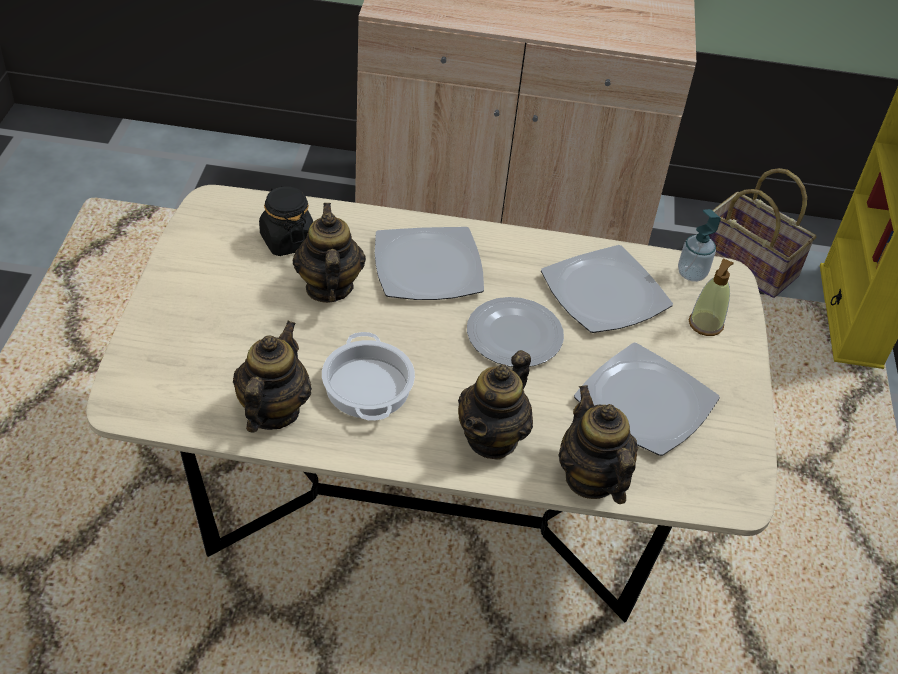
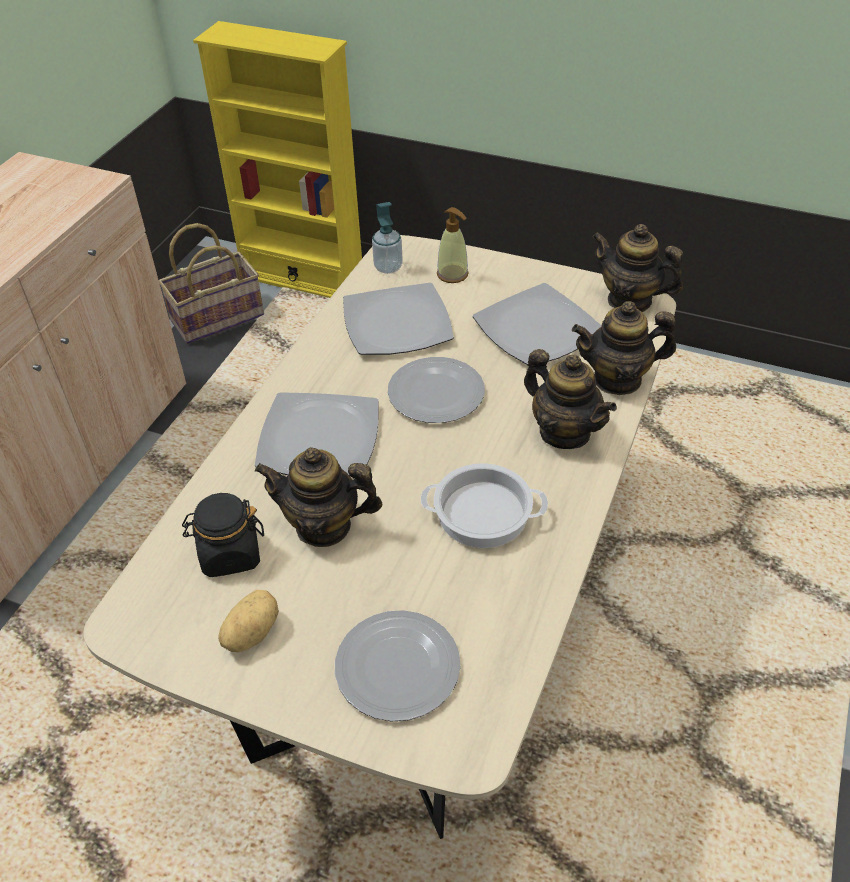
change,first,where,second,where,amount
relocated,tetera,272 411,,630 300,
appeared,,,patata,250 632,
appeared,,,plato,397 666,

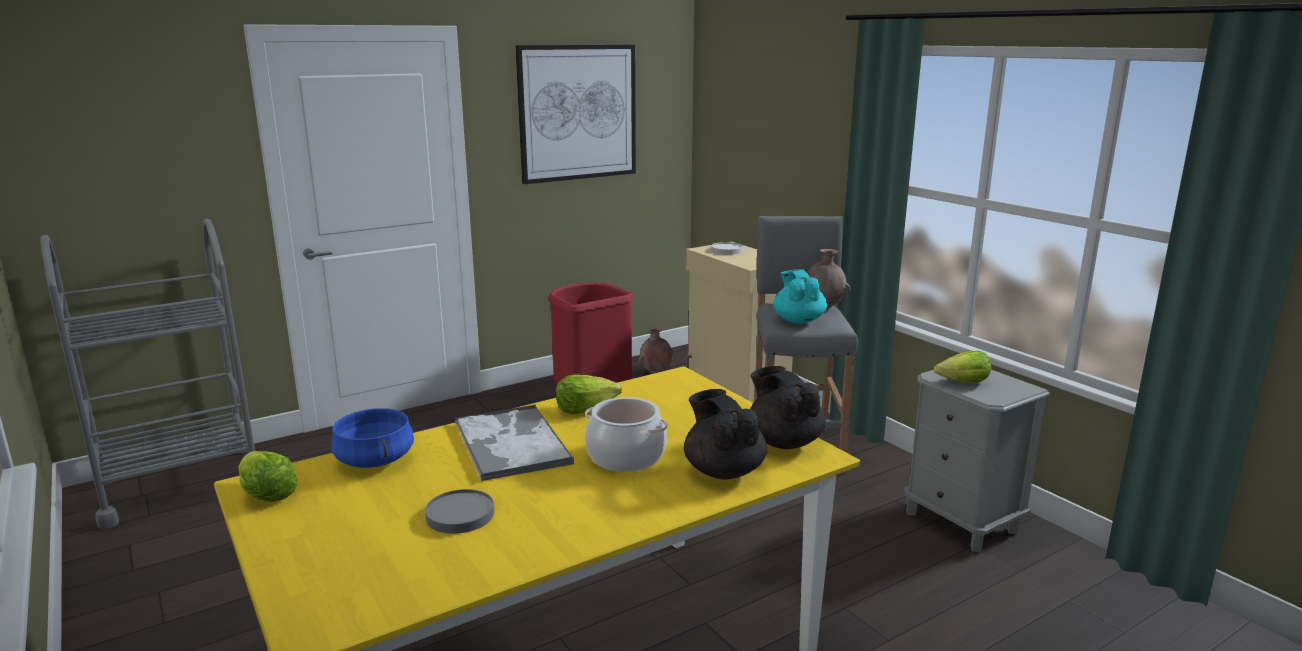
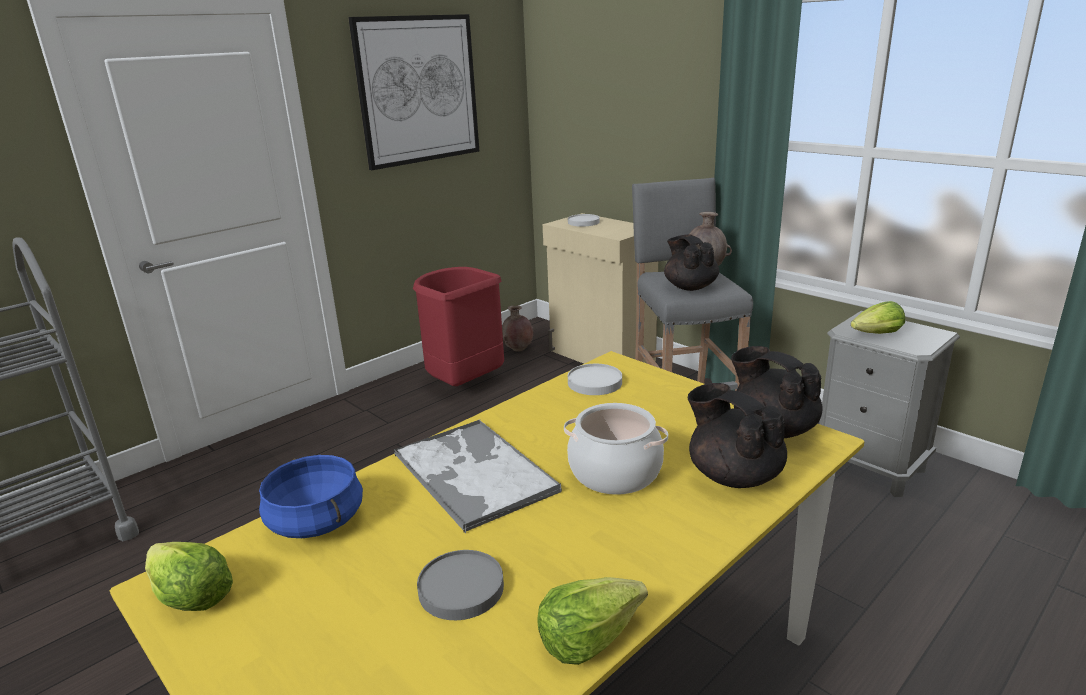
change,first,where,second,where,amount
relocated,lechuga,585 409,,588 637,
colour,tetera (turquesa),798 320,tetera (negro),690 287,
appeared,,,plato (blanco),595 382,

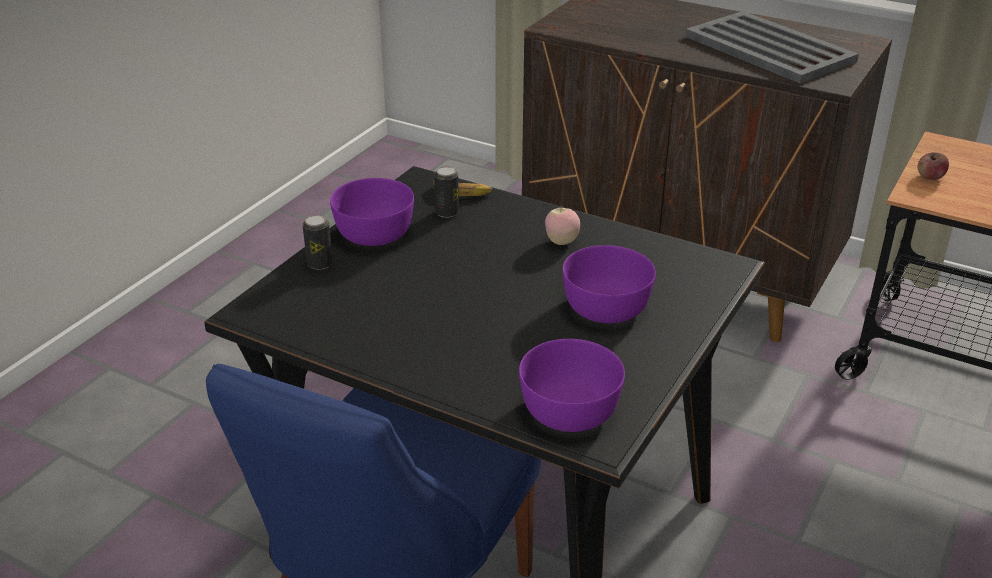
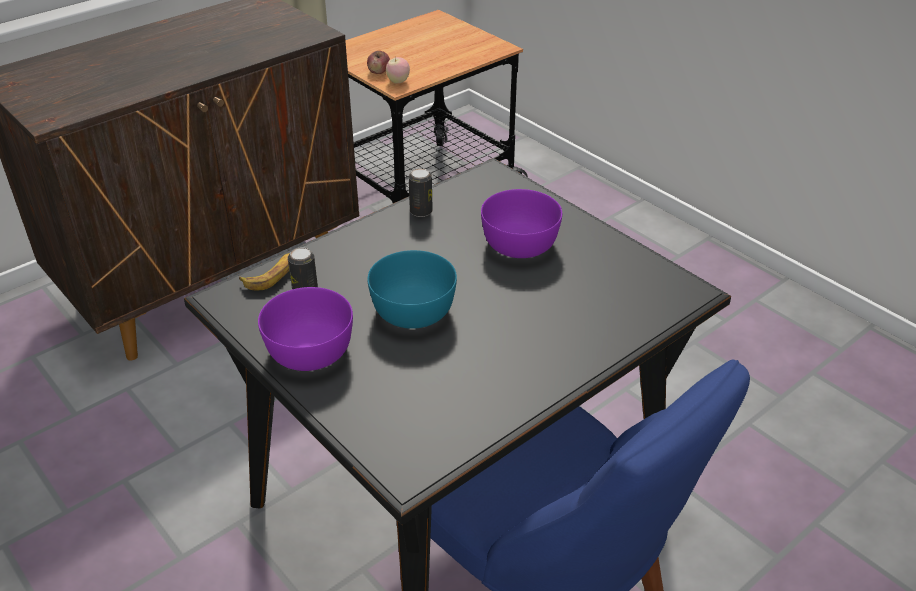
change,first,where,second,where,amount
relocated,lata,320 264,,421 211,
missing,cuenco (morado),570 409,,,
relocated,manzana,561 242,,398 81,
missing,bandeja (gris),770 49,,,
appeared,,,cuenco (turquesa),414 310,

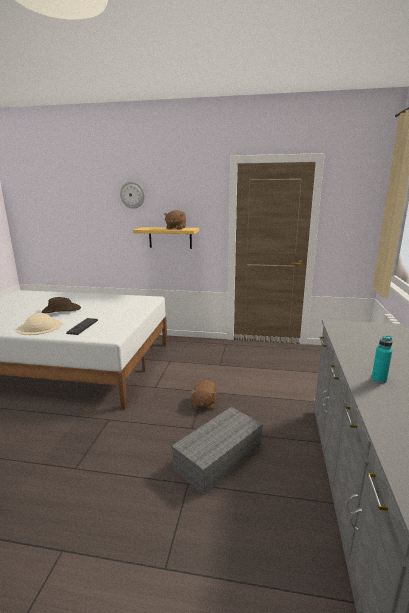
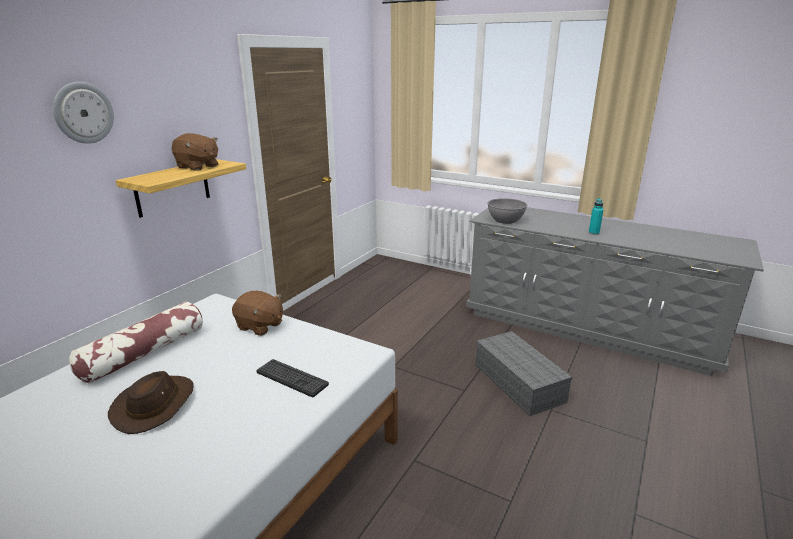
change,first,where,second,where,amount
missing,sombrero (beis),40 326,,,
relocated,peluche (marrón),204 403,,260 326,
appeared,,,cojín,144 353,
appeared,,,cuenco (gris),505 220,

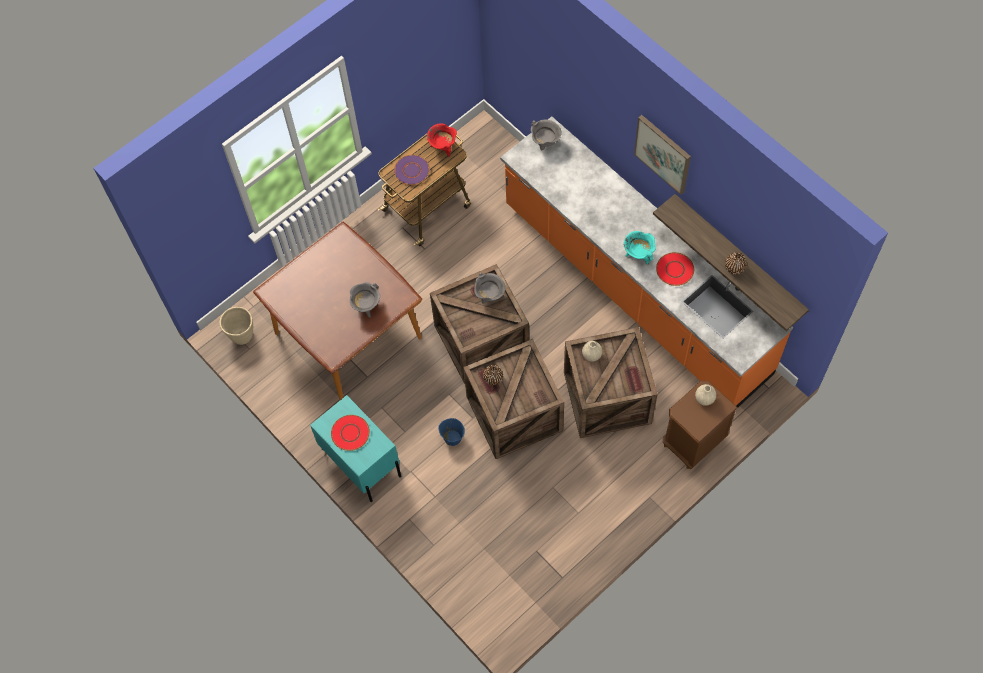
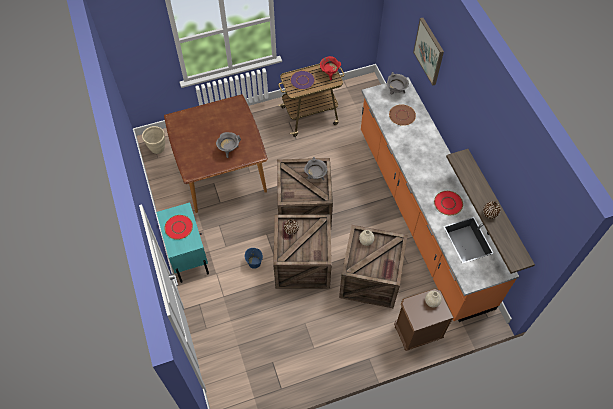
change,first,where,second,where,amount
missing,olla (turquesa),638 255,,,
relocated,cuadro,663 153,,429 51,
appeared,,,plato (marrón),402 115,

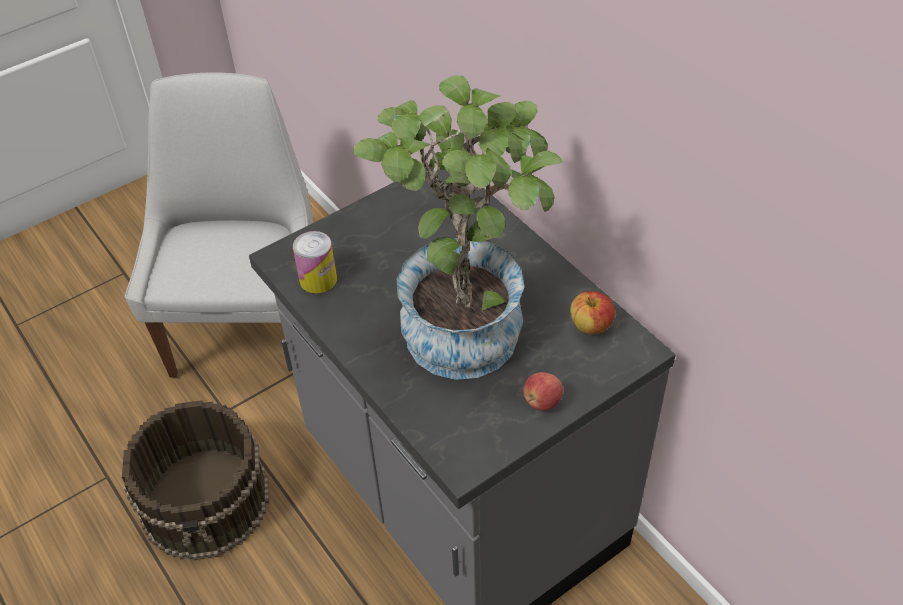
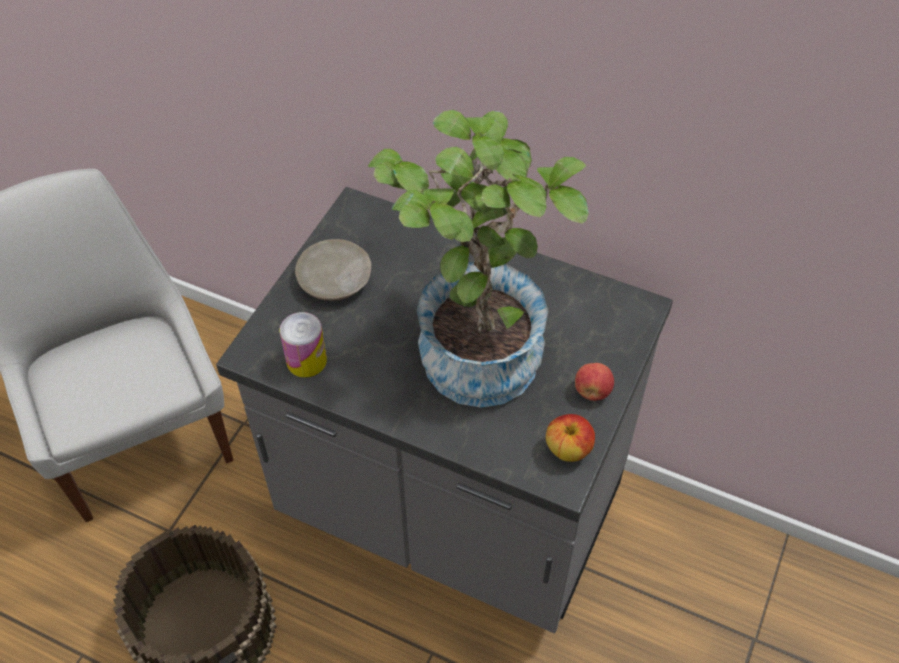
change,first,where,second,where,amount
relocated,manzana,590 326,,568 449,
appeared,,,plato (beis),334 279,

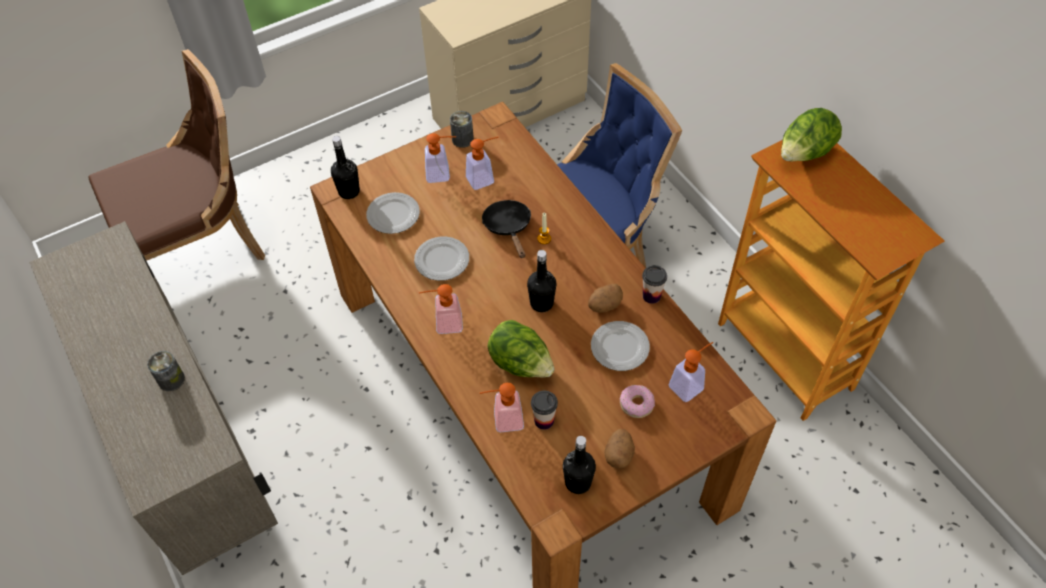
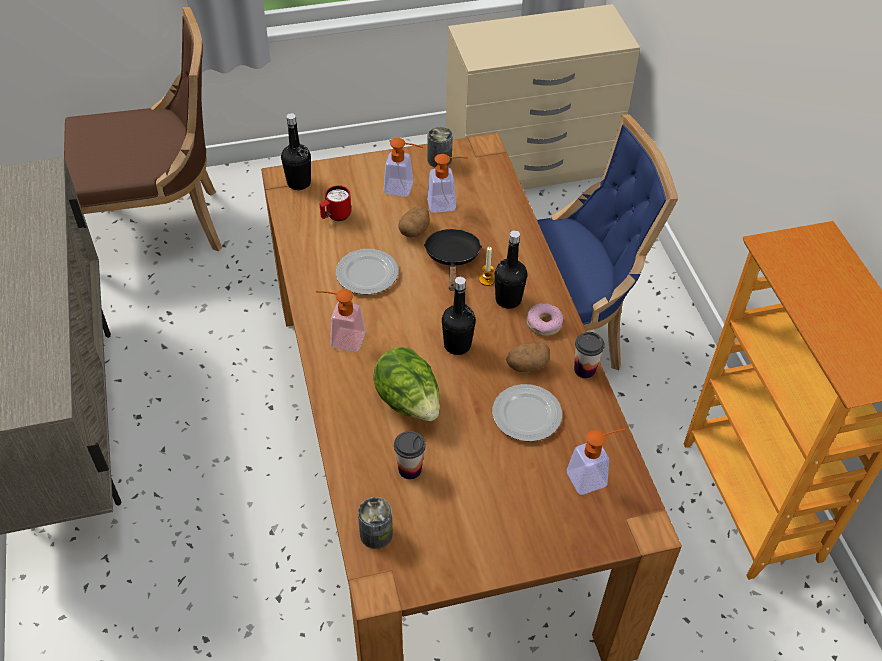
change,first,where,second,where,amount
relocated,lata,171 380,,376 534,
exchanged,plato,394 215,taza grande (rojo),335 216,
missing,dispensador de jabón,502 421,,,
relocated,botella (negro),578 482,,508 299,
relocated,patata,619 454,,414 230,
relocated,rosquilla,636 404,,544 323,
missing,lechuga,804 154,,,

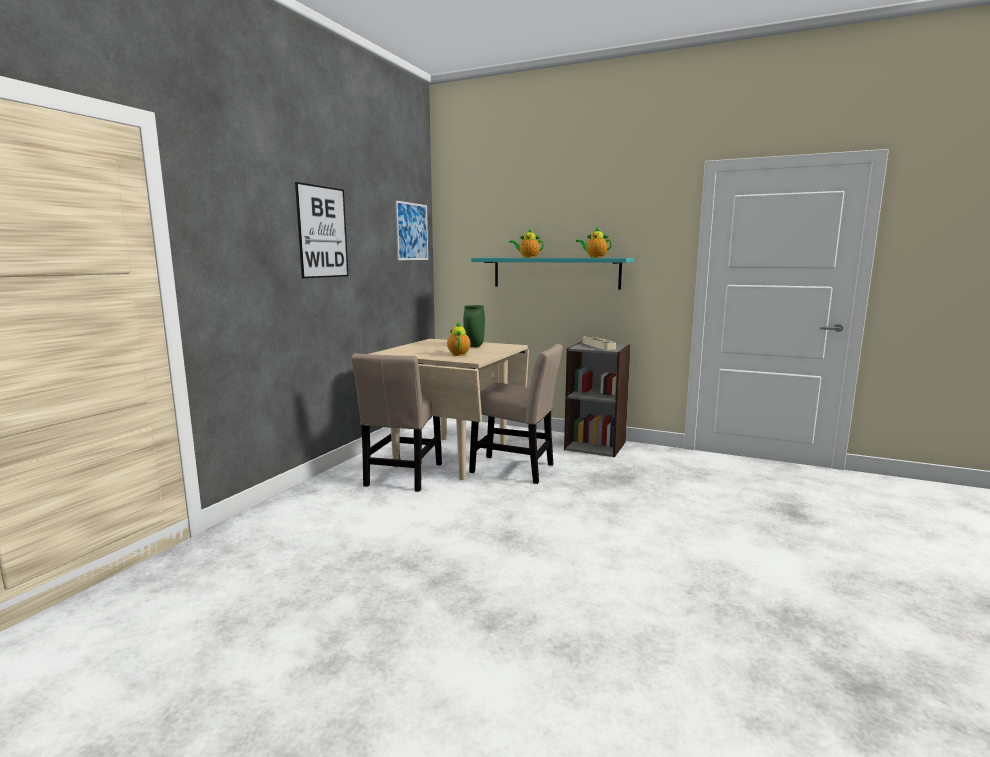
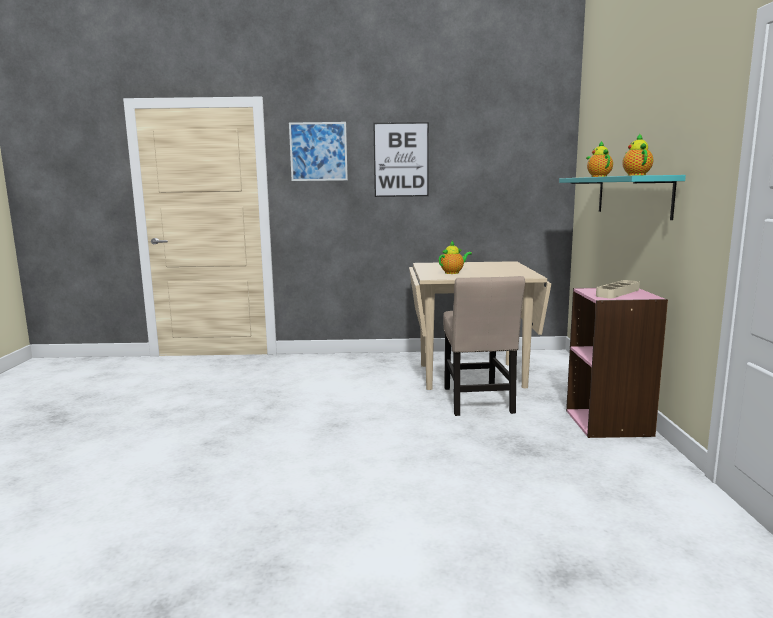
change,first,where,second,where,amount
missing,silla (beis),403 476,,,
relocated,cuadro,411 231,,318 151,
missing,florero (verde),474 346,,,
colour,estantería (gris),595 445,estantería (rosa),609 423,

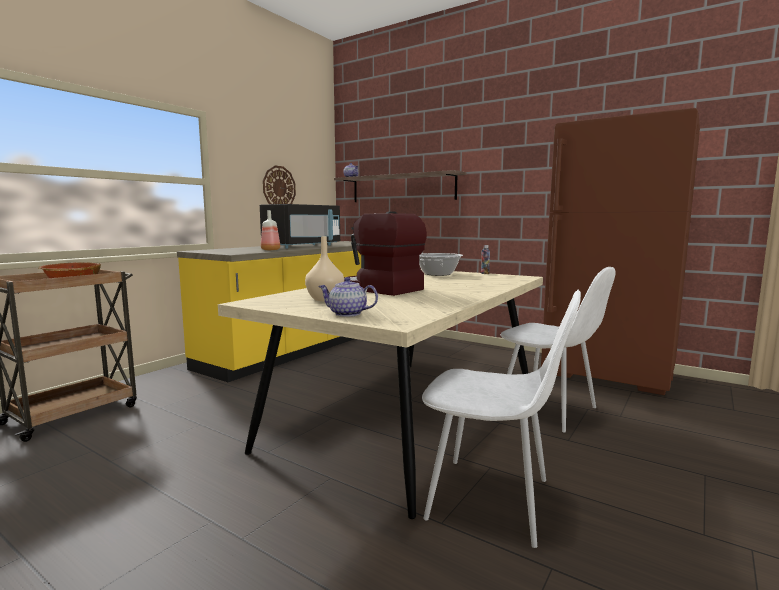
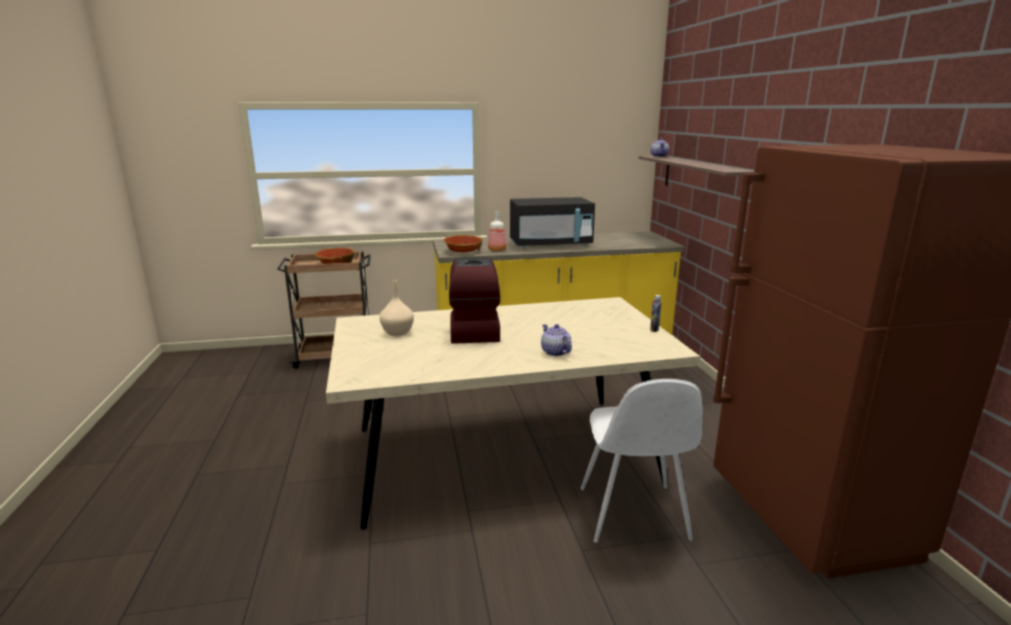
change,first,where,second,where,amount
missing,reloj de pared,279 187,,,
relocated,tetera,347 314,,555 352,
missing,olla,438 274,,,
missing,silla (blanco),493 500,,,
appeared,,,cuenco,463 251,

